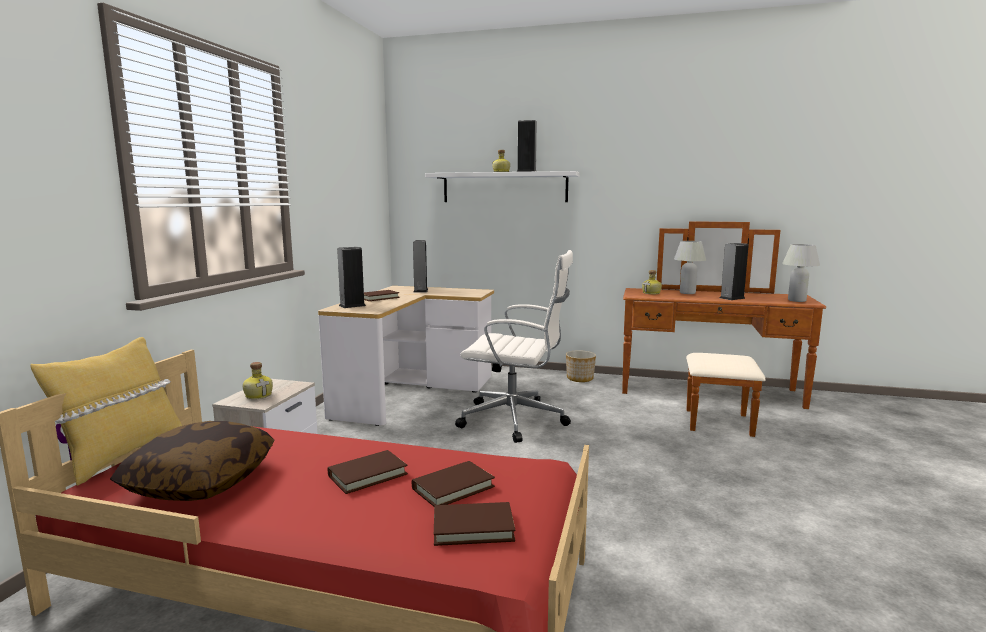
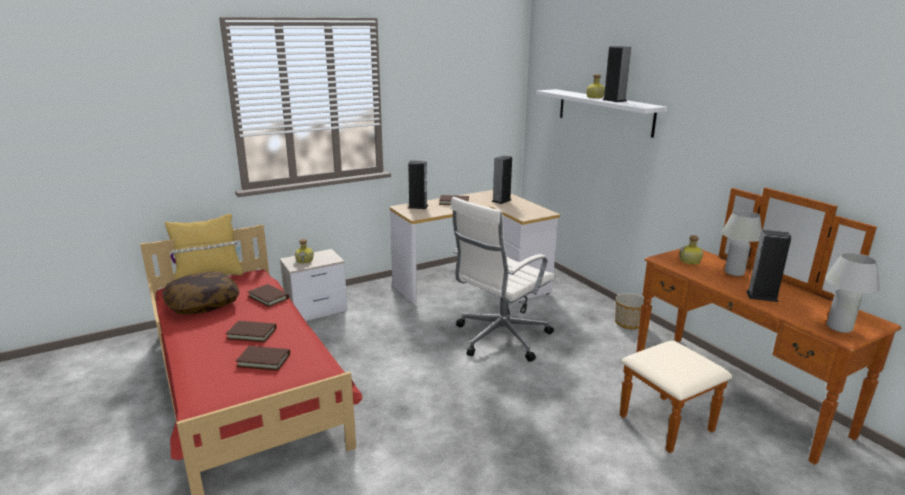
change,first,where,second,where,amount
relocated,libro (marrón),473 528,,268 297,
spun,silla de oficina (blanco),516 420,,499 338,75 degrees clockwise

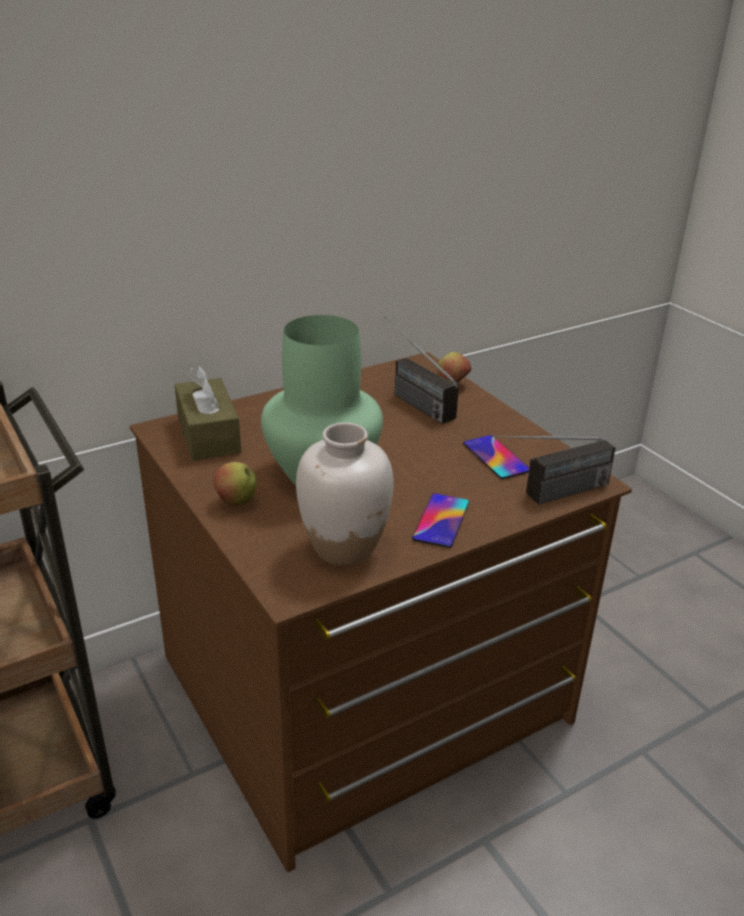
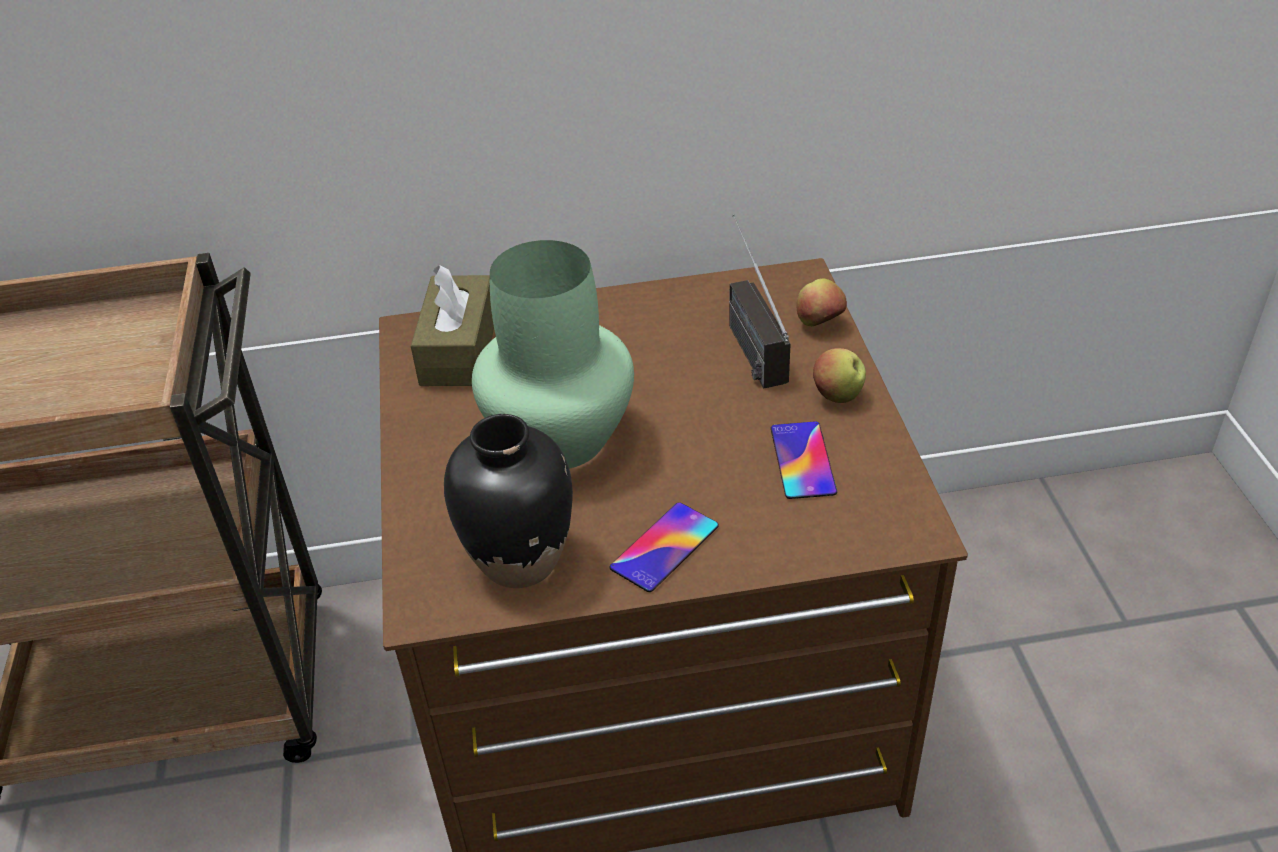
change,first,where,second,where,amount
relocated,manzana,236 502,,837 396,
colour,florero (blanco),344 548,florero (negro),520 560,
missing,radio,549 496,,,

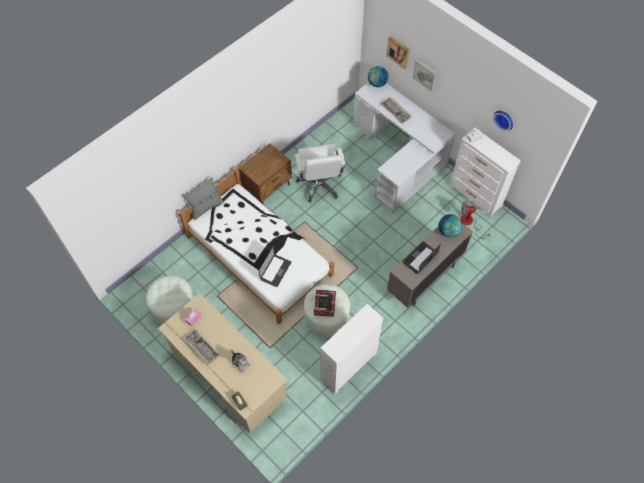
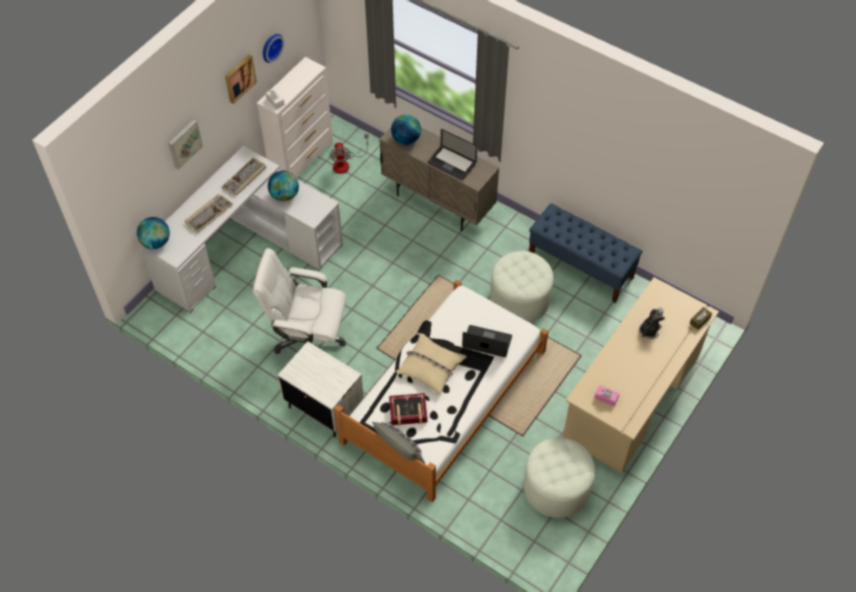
change,first,where,second,where,amount
relocated,teclado,201 347,,244 178,
colour,mesita de noche (marrón),267 188,mesita de noche (blanco),324 407,
spun,silla de oficina (blanco),320 184,,308 339,150 degrees counterclockwise
relocated,libro,324 304,,408 412,
exchanged,cómoda (blanco),348 367,banco (azul),581 267,
relocated,cuadro,398 52,,239 78,
appeared,,,globo terráqueo,284 195,
appeared,,,cojín (beis),430 367,

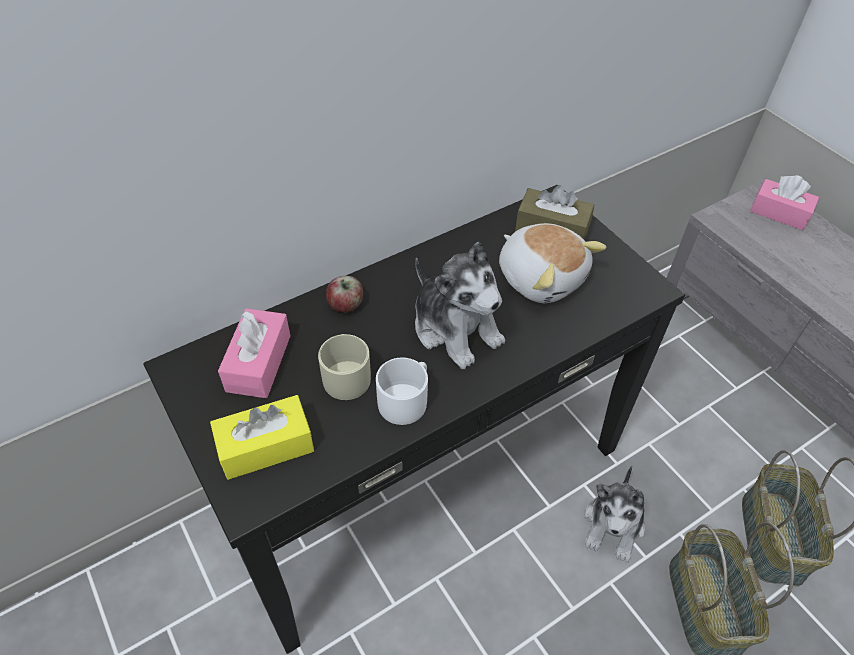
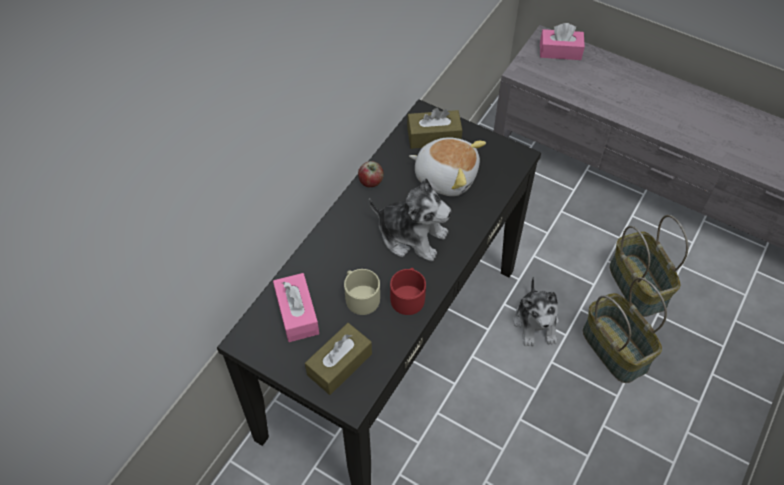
change,first,where,second,where,amount
colour,caja de pañuelos (amarillo),266 446,caja de pañuelos (marrón),339 364,
relocated,manzana,346 305,,371 182,
colour,taza grande (blanco),406 399,taza grande (rojo),408 296,

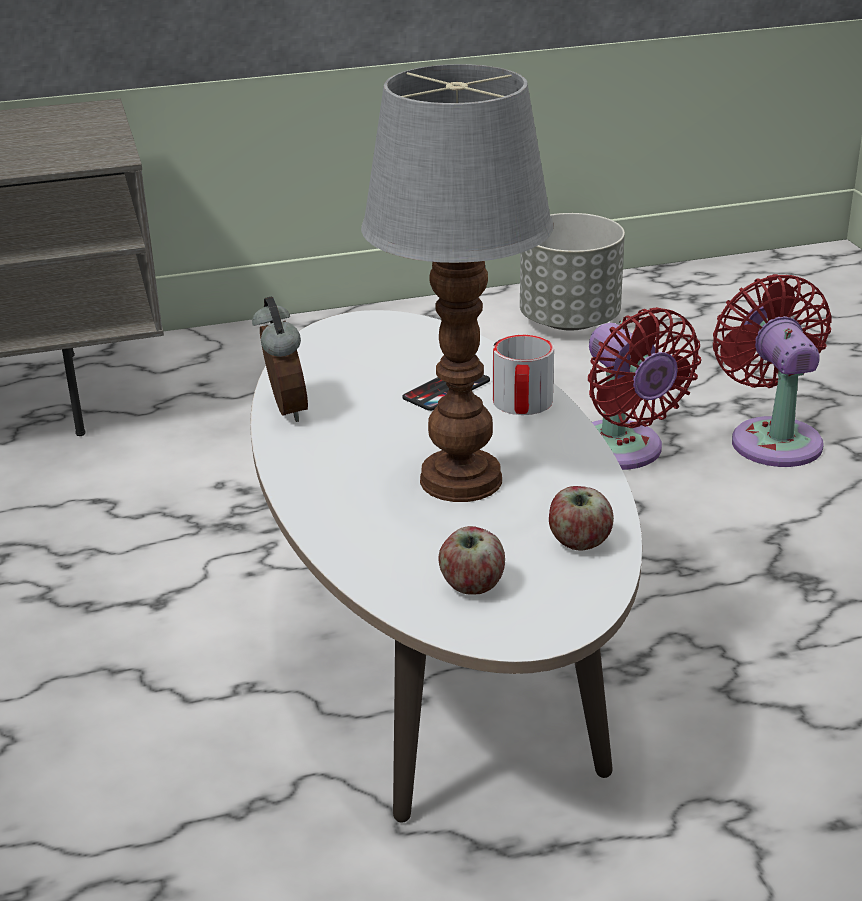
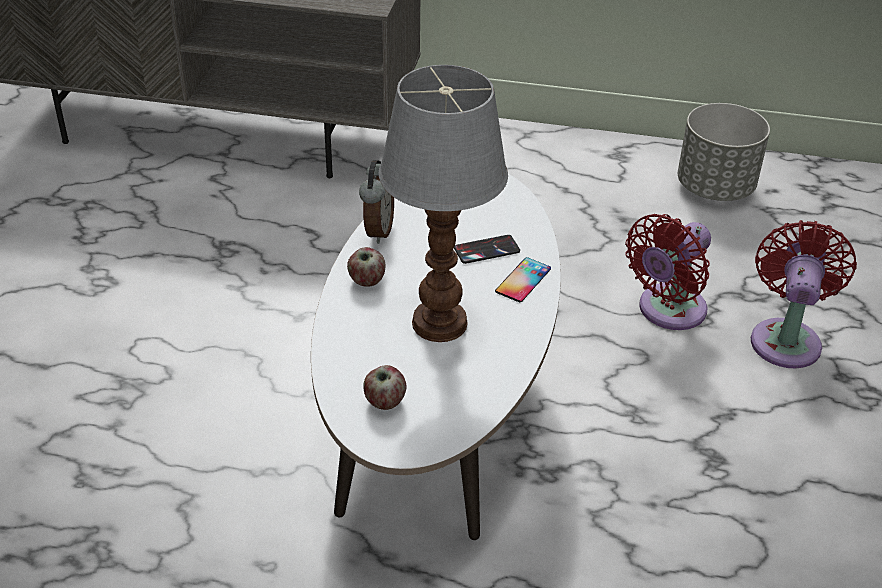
change,first,where,second,where,amount
exchanged,taza grande,522 406,móvil,523 280,
relocated,manzana,579 543,,366 281,
spun,ventilador (rojo),622 452,,667 311,45 degrees clockwise

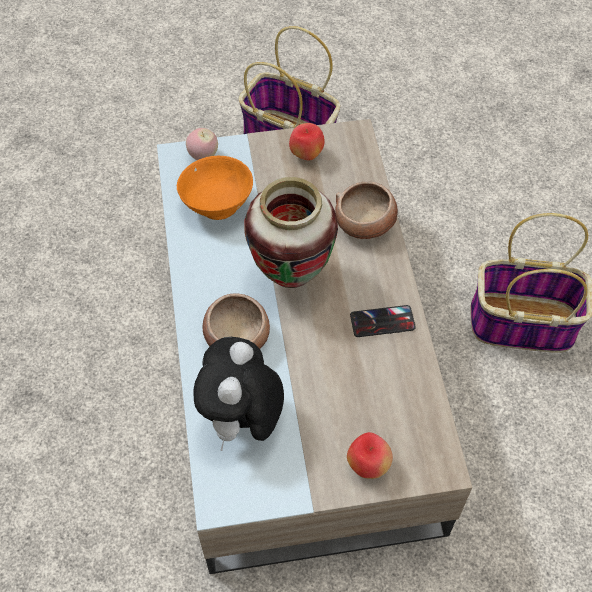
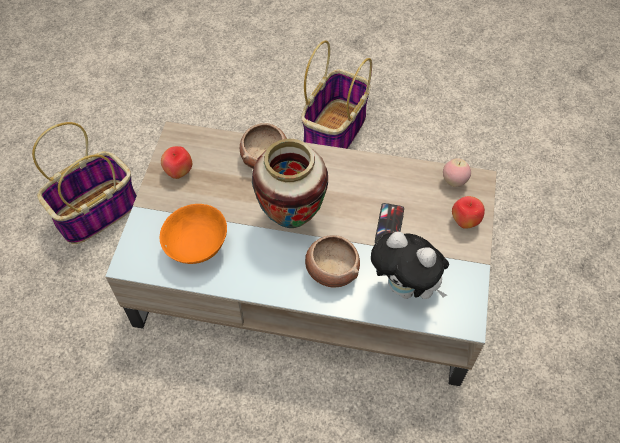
change,first,where,second,where,amount
relocated,manzana,203 156,,454 181,
relocated,móvil,382 322,,389 225,

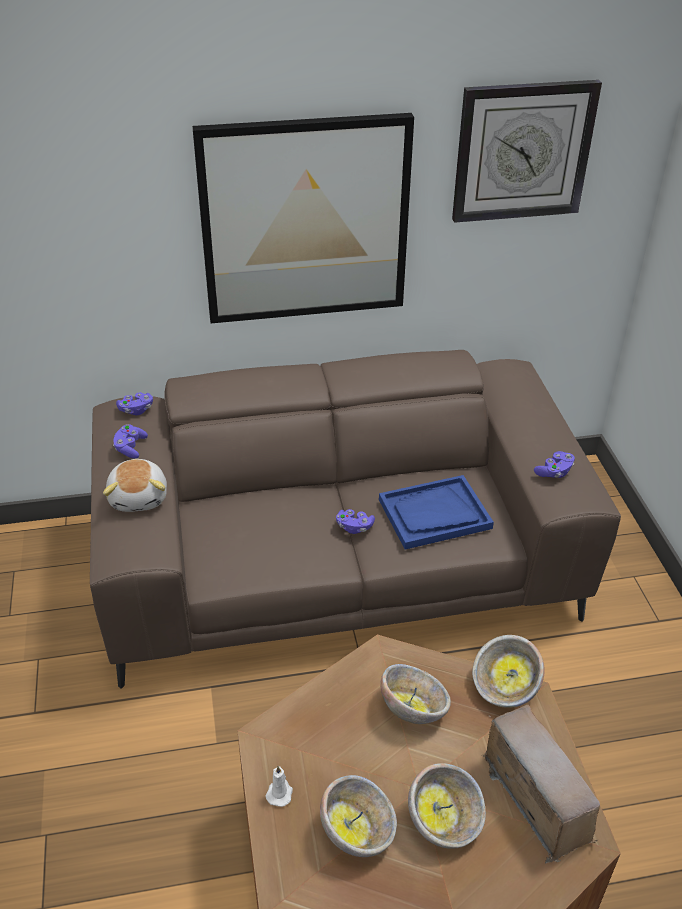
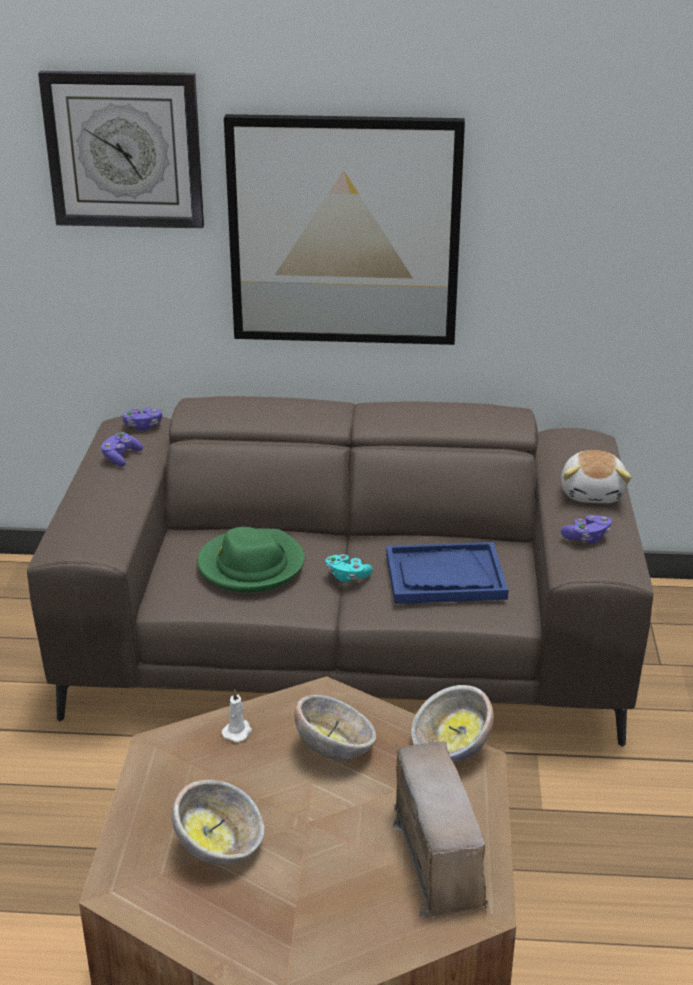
change,first,where,second,where,amount
relocated,peluche,139 497,,593 493,
relocated,vela (blanco),280 793,,238 732,
colour,mando de consola (morado),354 527,mando de consola (turquesa),347 576,
missing,cuenco,445 821,,,
relocated,reloj de pared,522 151,,124 150,
appeared,,,sombrero (verde),251 565,

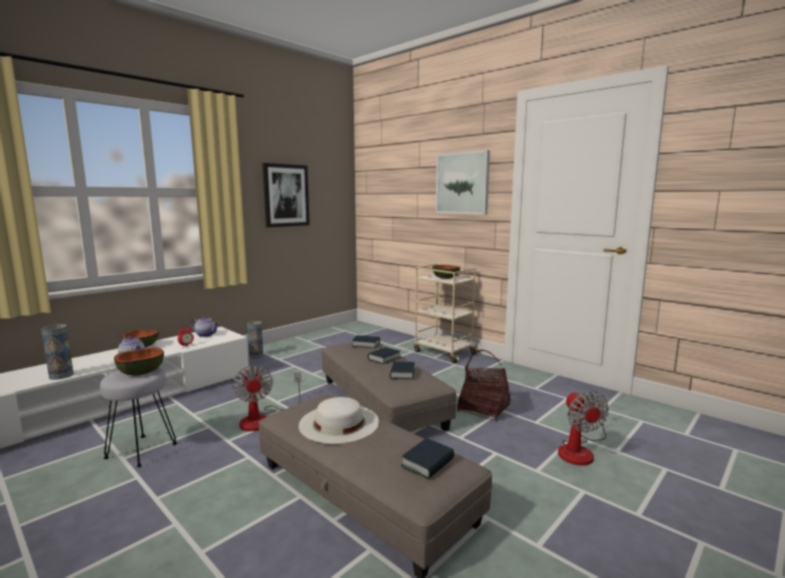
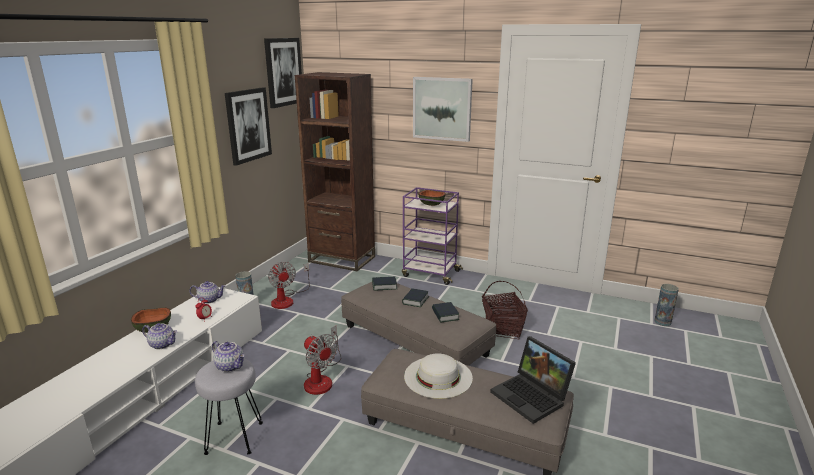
change,first,where,second,where,amount
relocated,florero,61 375,,662 322,
exchanged,cuenco,141 372,tetera,230 366,
exchanged,libro,428 463,portátil,532 397,
colour,carrito (beis),444 352,carrito (morado),430 273,
relocated,ventilador,580 450,,287 299,
appeared,,,cuadro,283 72,
appeared,,,estantería (marrón),342 259,

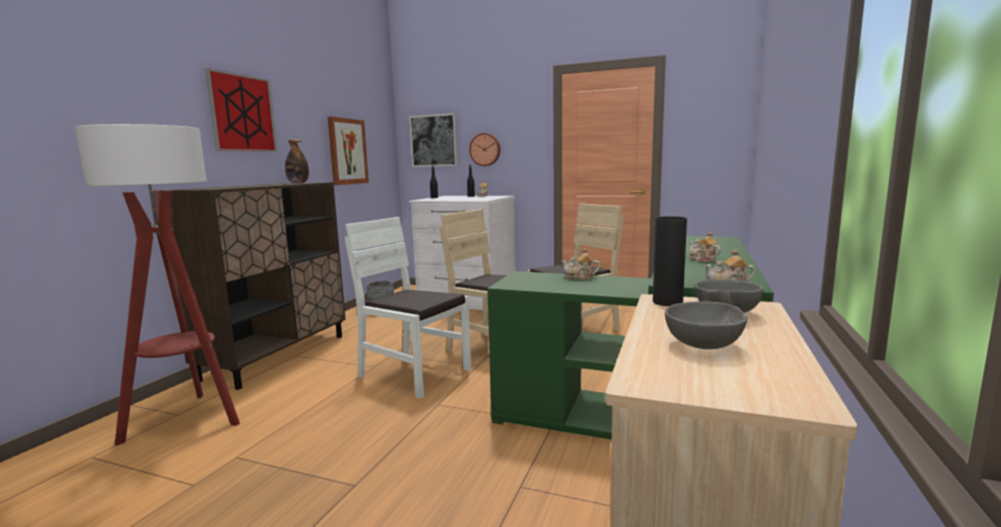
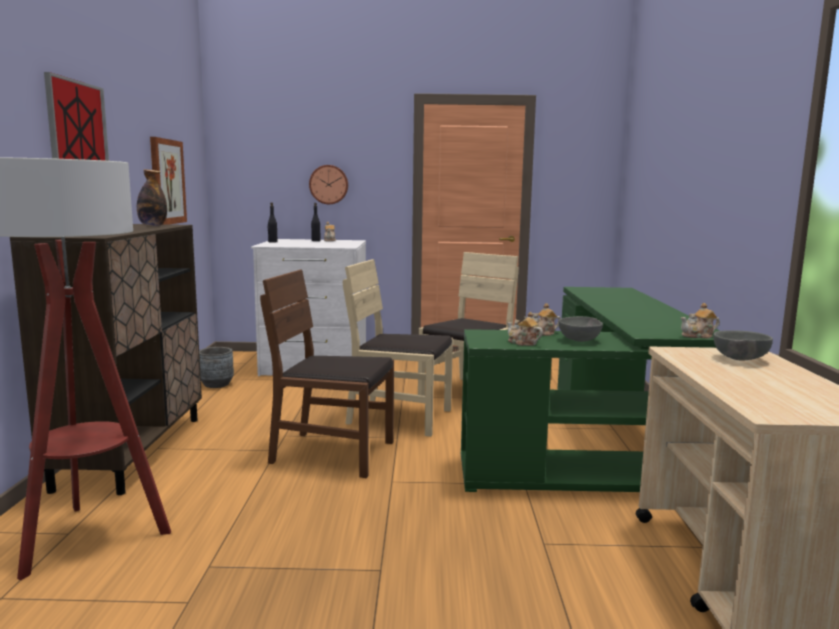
change,first,where,second,where,amount
colour,silla (blanco),414 373,silla (marrón),333 453,
missing,cuadro,434 140,,,
missing,florero (negro),667 302,,,
relocated,cuenco (gris),705 346,,580 340,
relocated,tetera,702 260,,522 343,

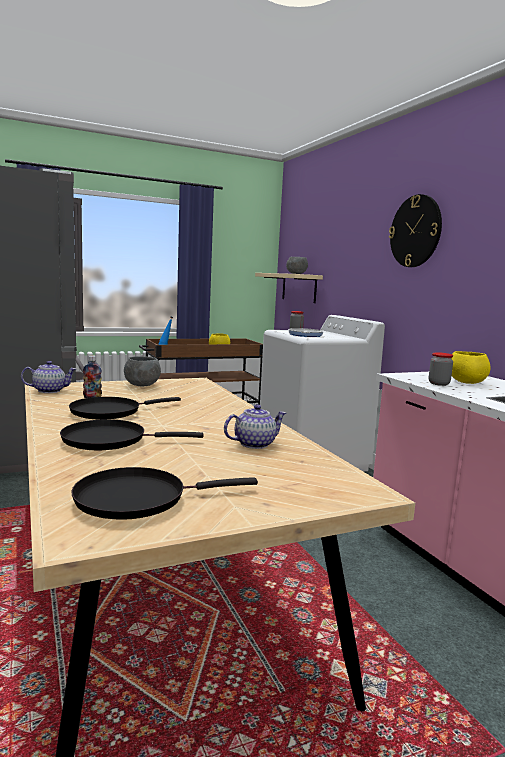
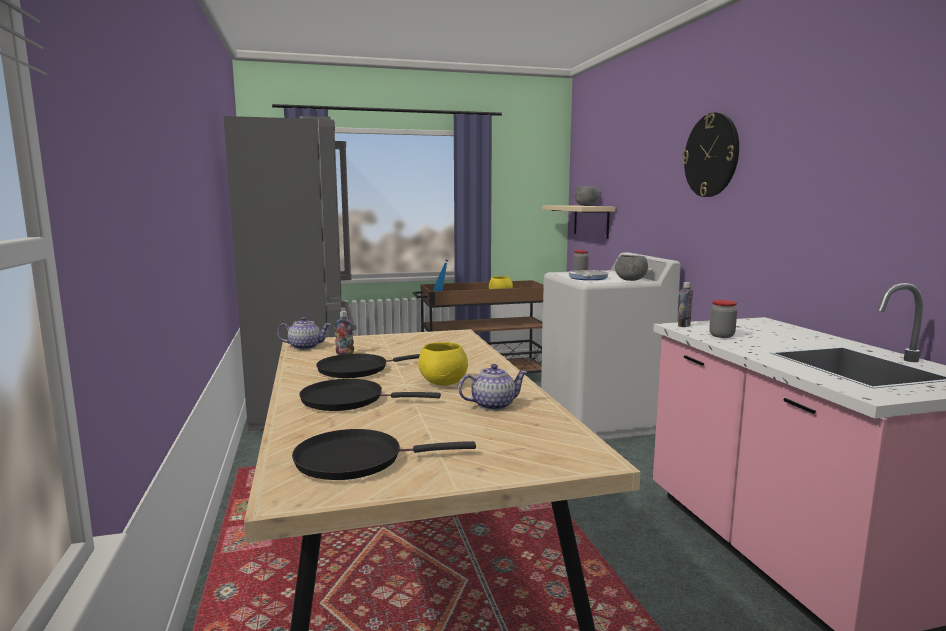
change,first,where,second,where,amount
relocated,cuenco (gris),141 385,,630 280,
relocated,cuenco (amarillo),466 382,,444 383,
appeared,,,botella,684 325,

